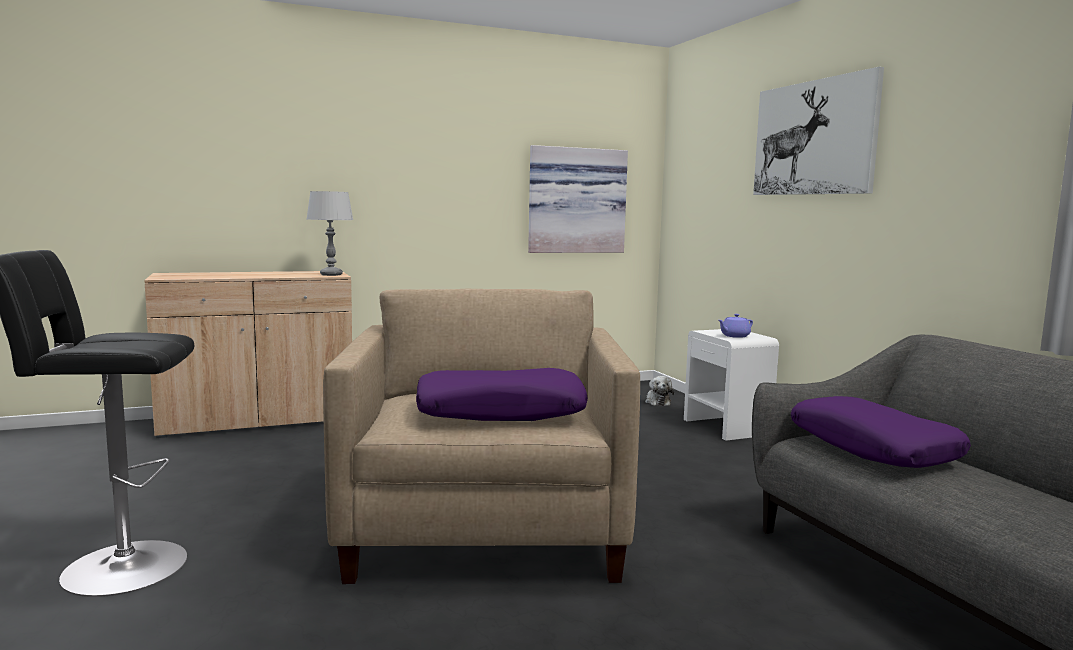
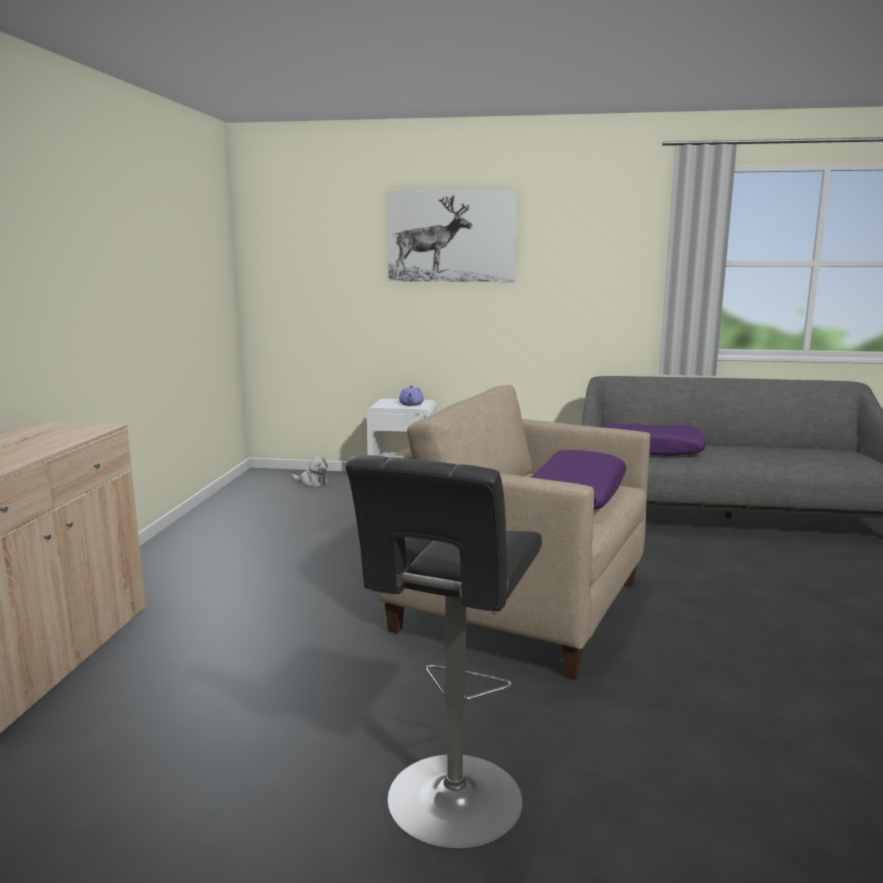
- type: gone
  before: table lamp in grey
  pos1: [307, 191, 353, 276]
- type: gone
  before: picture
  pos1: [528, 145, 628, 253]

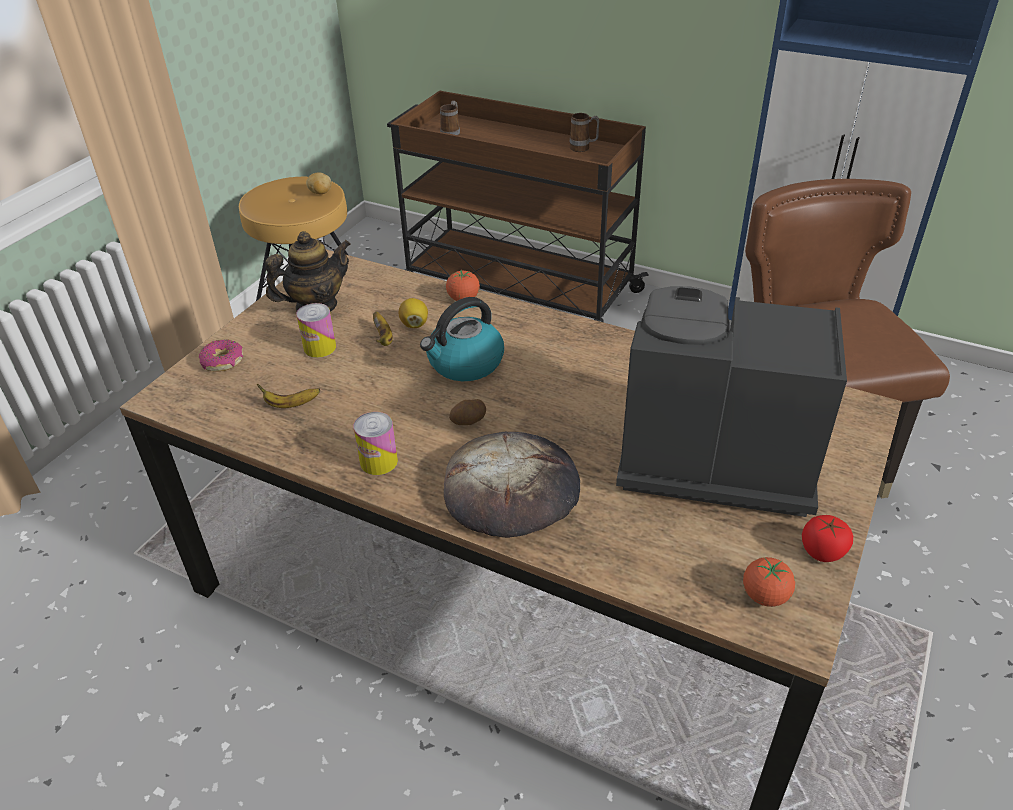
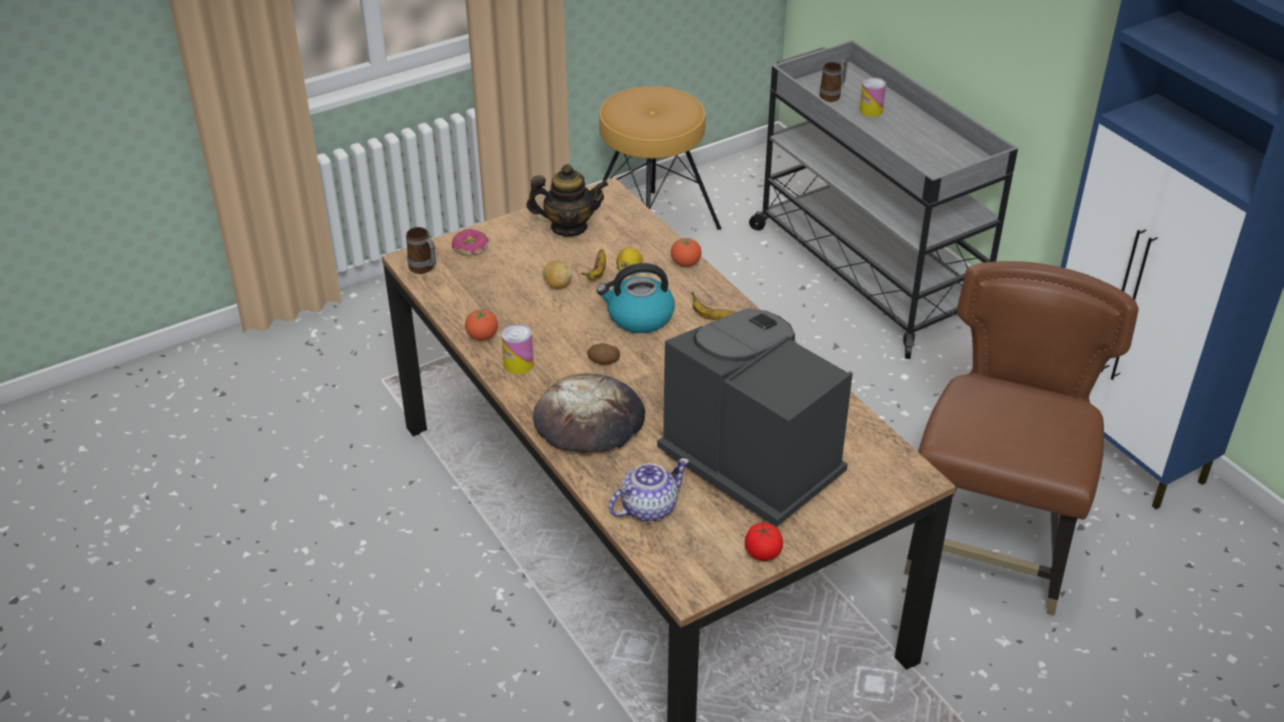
- type: new
  after: teapot
  pos2: [609, 458, 689, 522]
- type: shifted
  before: banana
  pos1: [257, 384, 320, 408]
  pos2: [692, 292, 736, 320]
- type: shifted
  before: can
  pos1: [296, 303, 336, 358]
  pos2: [859, 77, 886, 117]
- type: shifted
  before: potato
  pos1: [306, 172, 332, 194]
  pos2: [542, 260, 573, 289]
- type: shifted
  before: mug
  pos1: [570, 113, 600, 152]
  pos2: [406, 227, 436, 274]
- type: shifted
  before: tomato
  pos1: [743, 557, 795, 607]
  pos2: [465, 310, 498, 340]
- type: repainted
  before: cart in brown
  after: cart in grey
  pos1: [387, 91, 649, 323]
  pos2: [749, 40, 1018, 359]

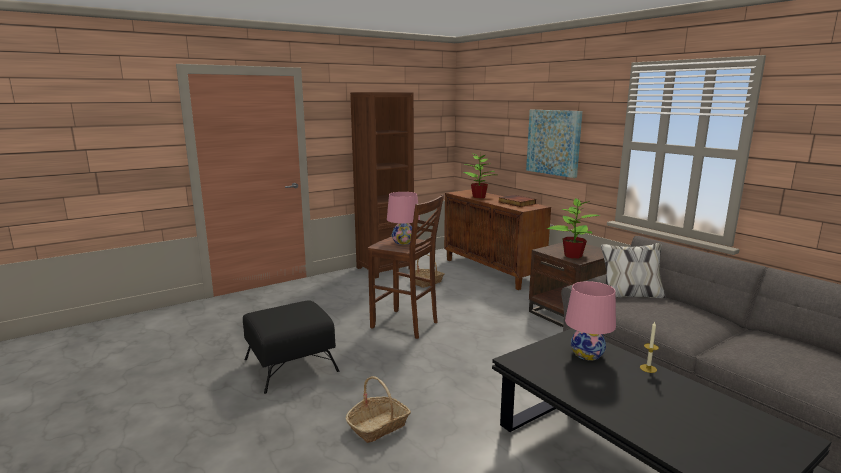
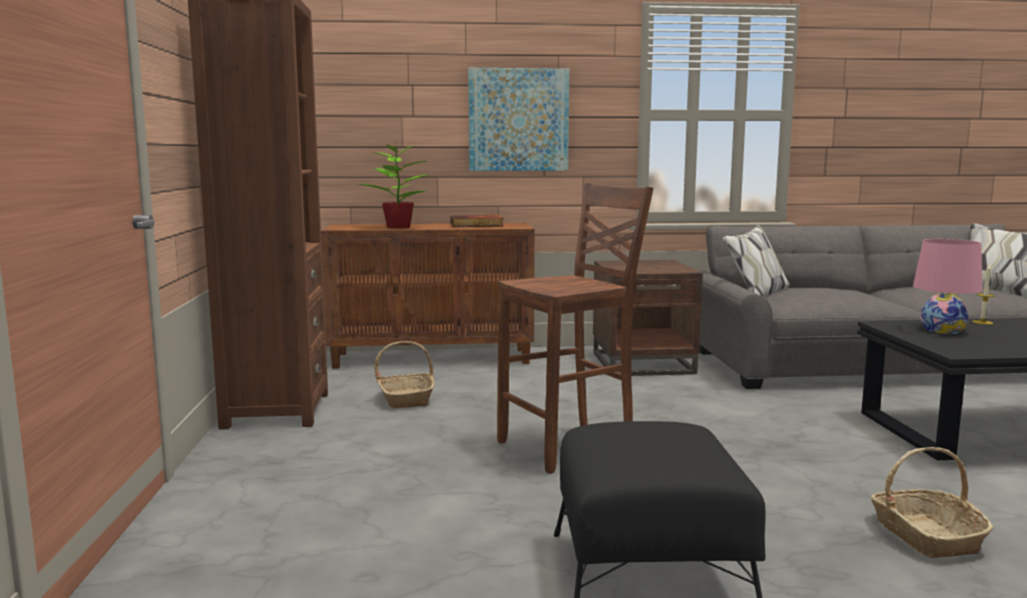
- type: gone
  before: table lamp in pink
  pos1: [387, 192, 420, 245]
- type: gone
  before: potted plant
  pos1: [547, 198, 600, 258]

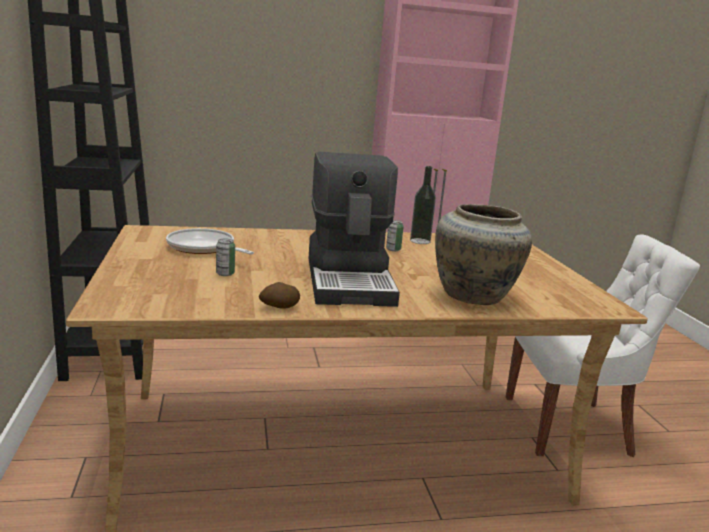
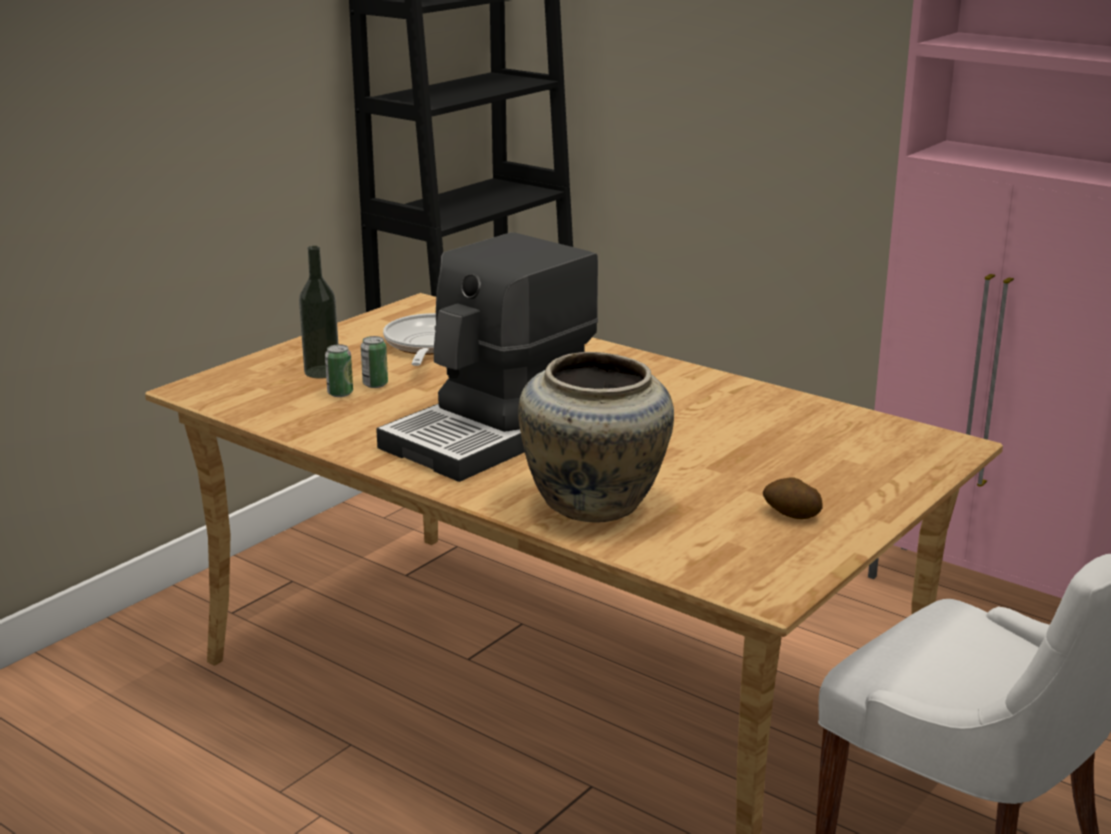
- type: shifted
  before: potato
  pos1: [259, 282, 300, 309]
  pos2: [763, 478, 822, 519]
- type: shifted
  before: can
  pos1: [386, 220, 404, 251]
  pos2: [325, 344, 353, 397]
- type: shifted
  before: bottle
  pos1: [410, 166, 436, 244]
  pos2: [299, 246, 338, 379]

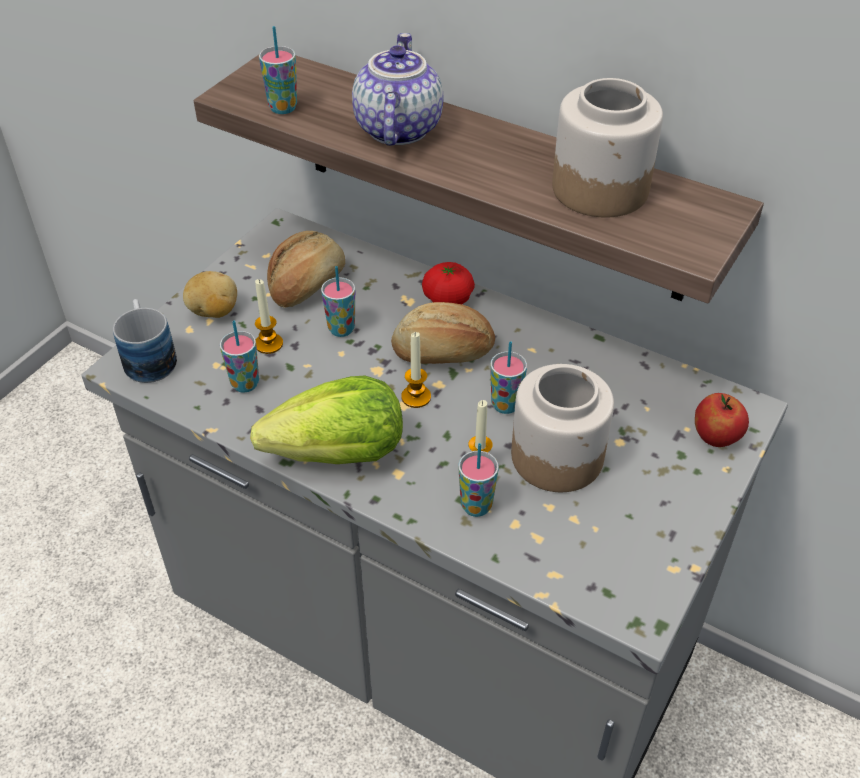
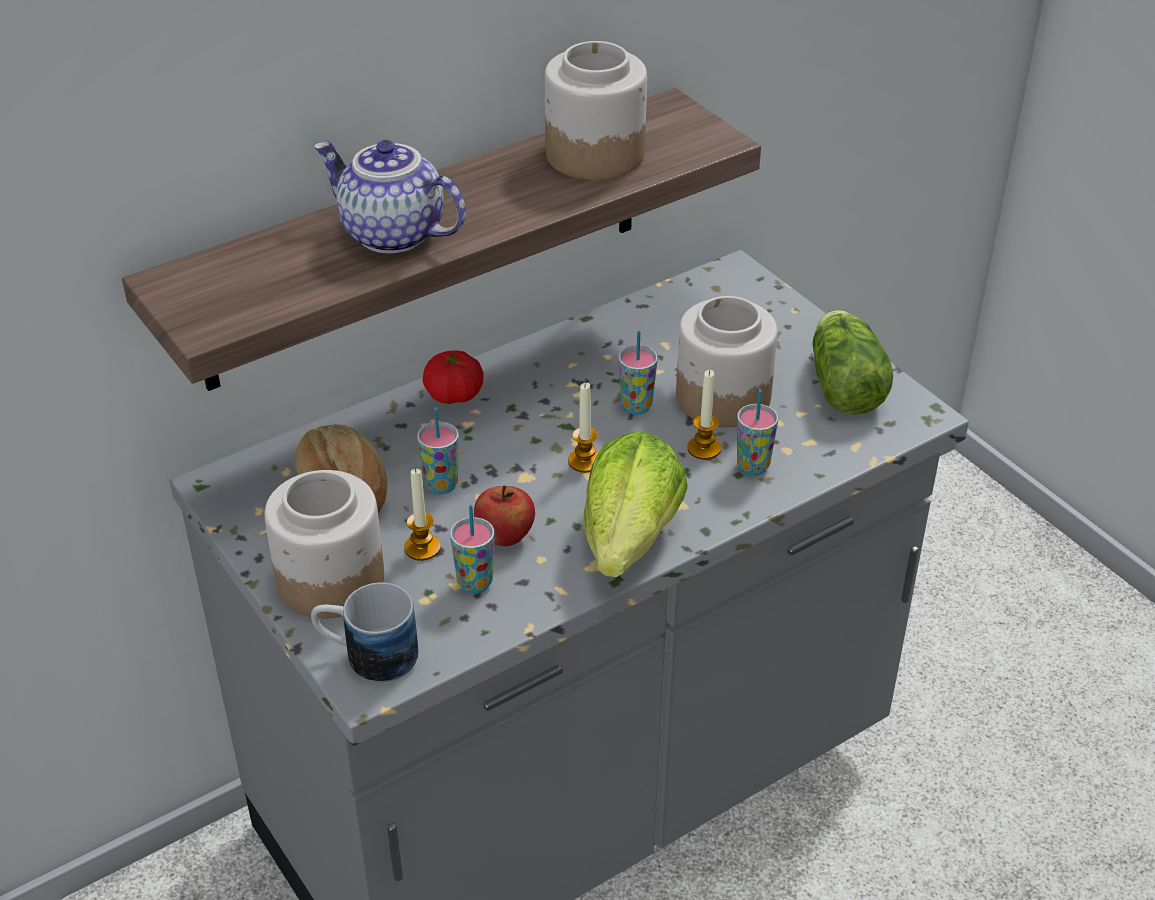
- type: gone
  before: cup
  pos1: [259, 26, 297, 114]
- type: gone
  before: bread
  pos1: [391, 302, 495, 364]
- type: new
  after: lettuce
  pos2: [813, 310, 893, 415]
- type: shifted
  before: apple
  pos1: [695, 393, 749, 447]
  pos2: [474, 485, 535, 546]
- type: swapped
  before: potato
  after: jar
  pos1: [183, 271, 237, 318]
  pos2: [264, 470, 384, 618]

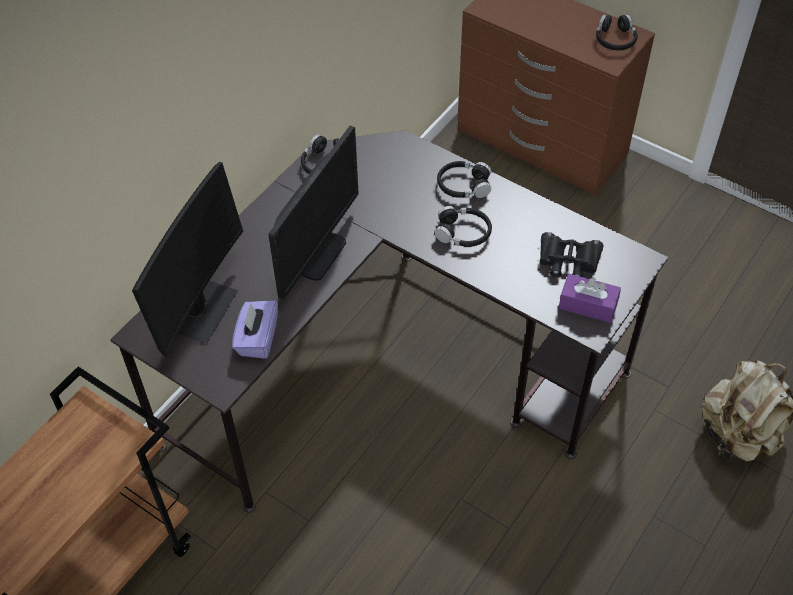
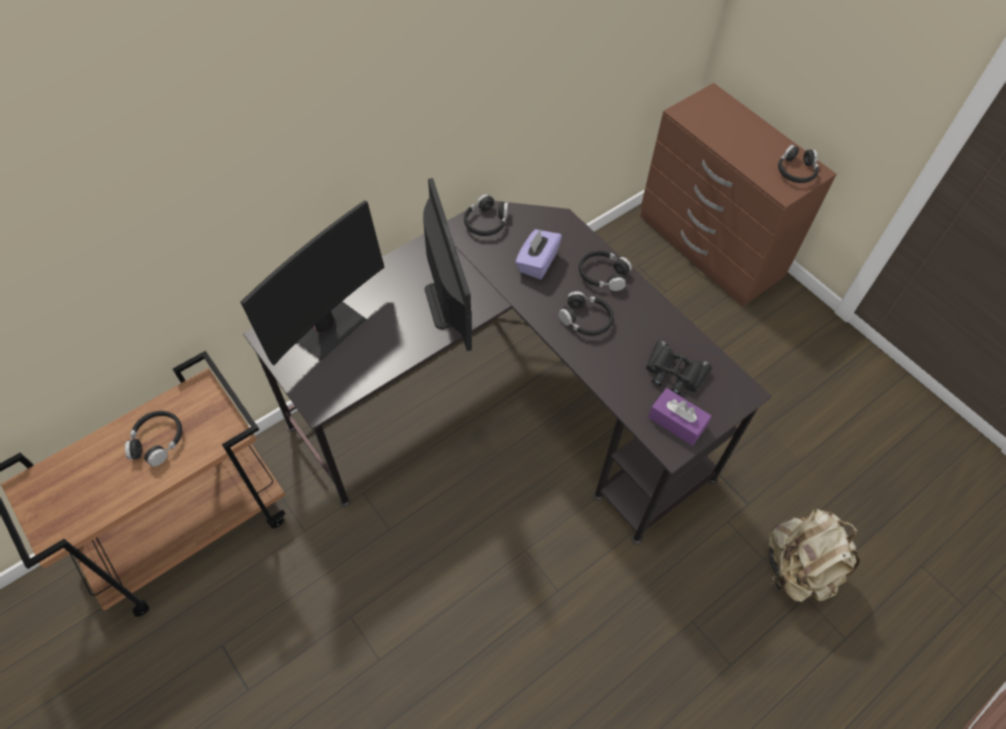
- type: new
  after: headphones in black
  pos2: [125, 411, 182, 467]
- type: shifted
  before: tissue box in purple
  pos1: [232, 300, 278, 359]
  pos2: [515, 229, 562, 279]
- type: rotated
  before: monitor
  pos1: [269, 126, 358, 300]
  pos2: [423, 178, 472, 351]
  turn: -60

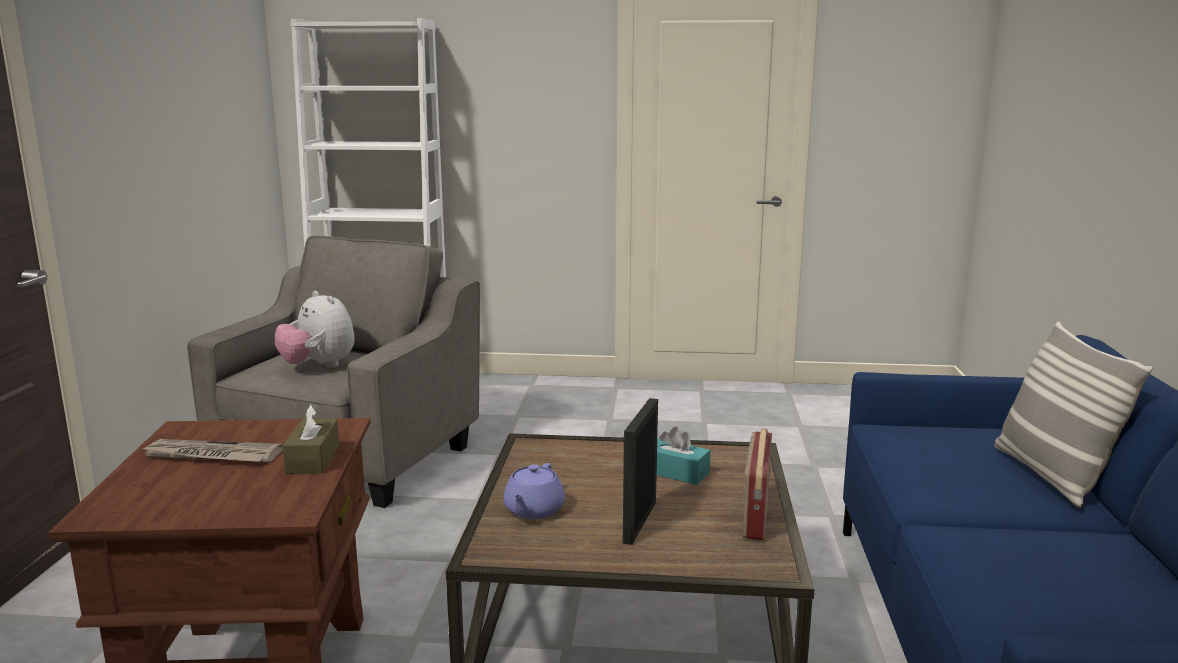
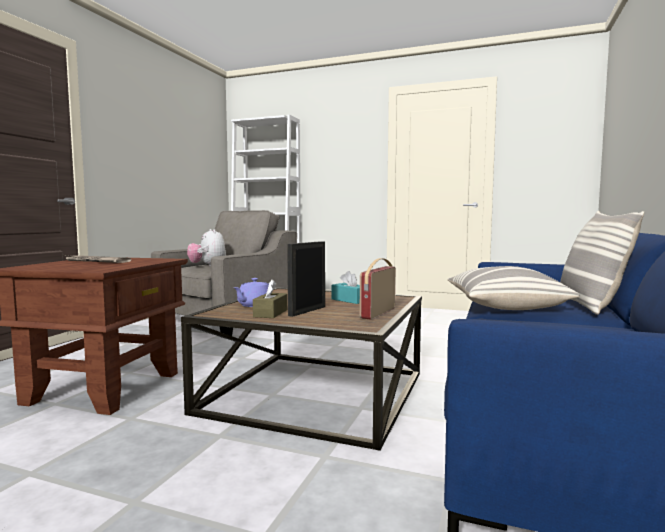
- type: new
  after: pillow
  pos2: [447, 266, 580, 310]
- type: shifted
  before: tissue box in brown
  pos1: [283, 404, 339, 474]
  pos2: [253, 279, 287, 318]

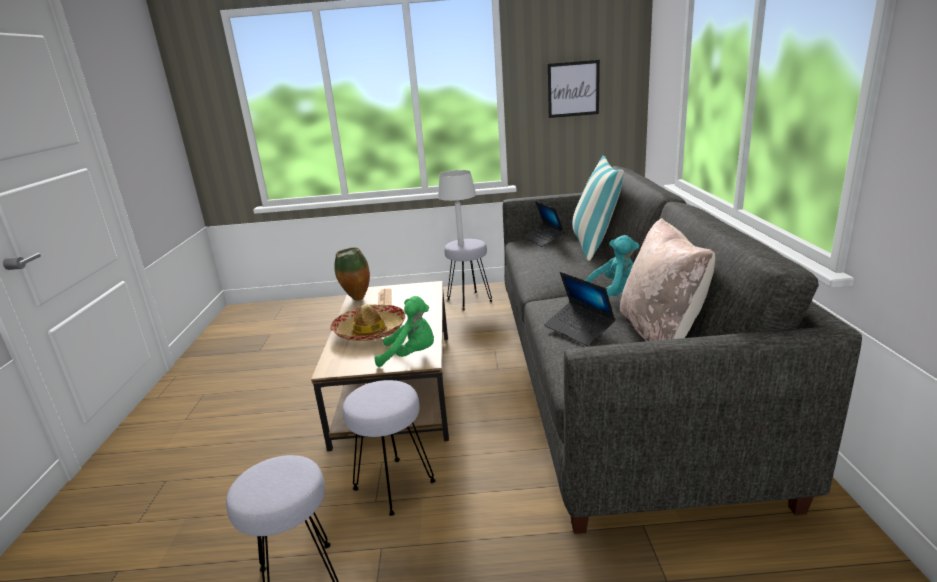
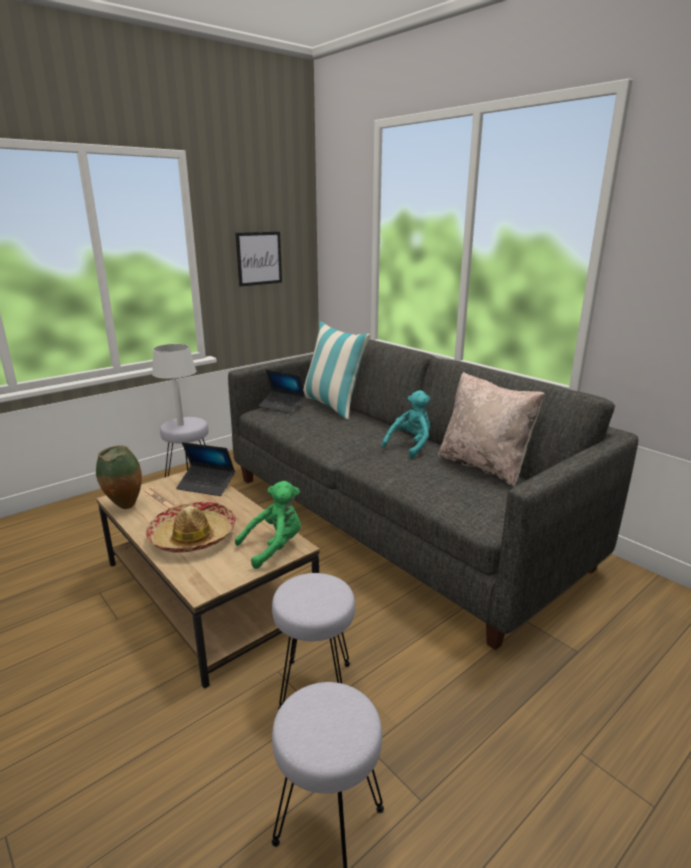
- type: shifted
  before: laptop
  pos1: [544, 272, 616, 346]
  pos2: [176, 442, 235, 496]

